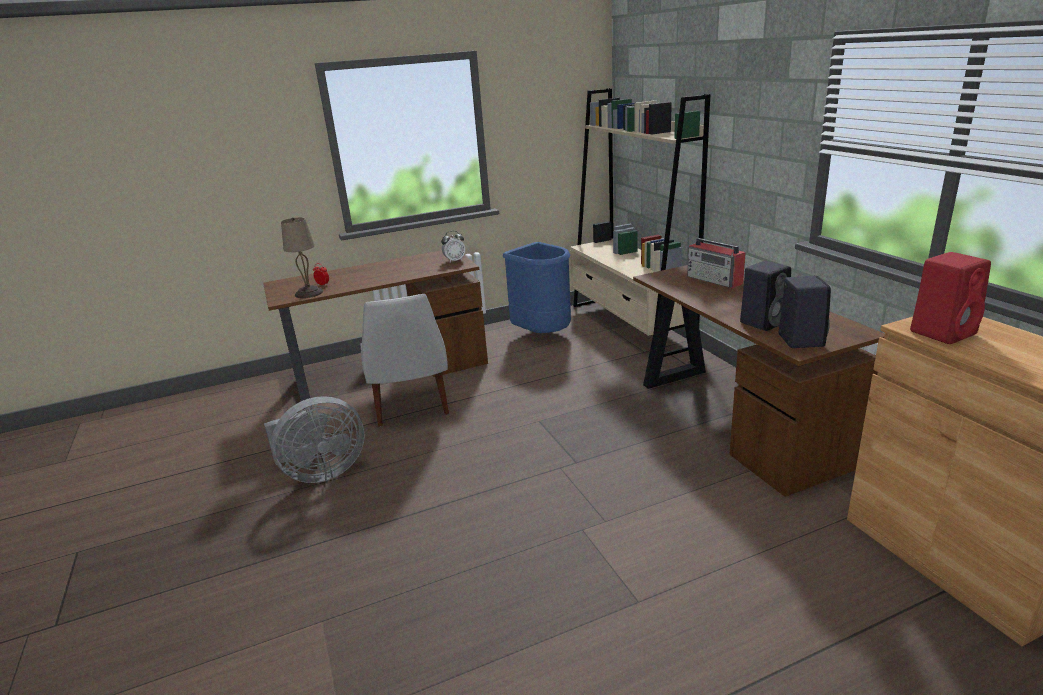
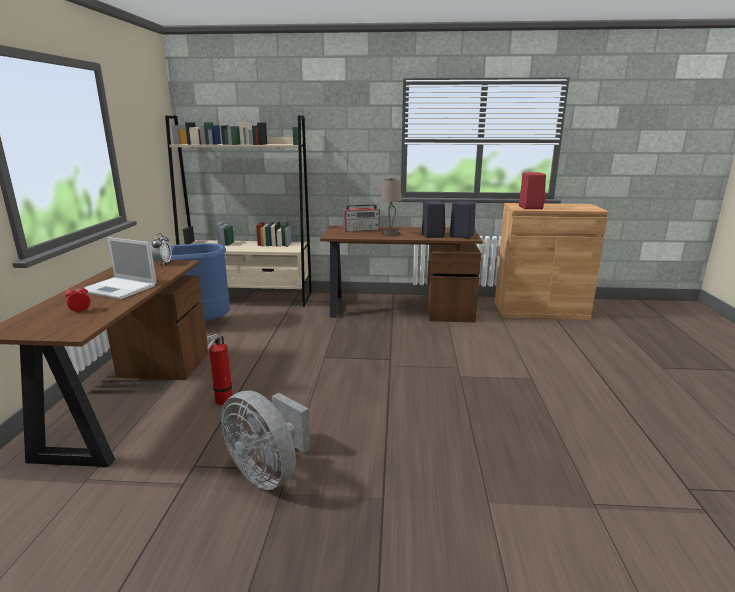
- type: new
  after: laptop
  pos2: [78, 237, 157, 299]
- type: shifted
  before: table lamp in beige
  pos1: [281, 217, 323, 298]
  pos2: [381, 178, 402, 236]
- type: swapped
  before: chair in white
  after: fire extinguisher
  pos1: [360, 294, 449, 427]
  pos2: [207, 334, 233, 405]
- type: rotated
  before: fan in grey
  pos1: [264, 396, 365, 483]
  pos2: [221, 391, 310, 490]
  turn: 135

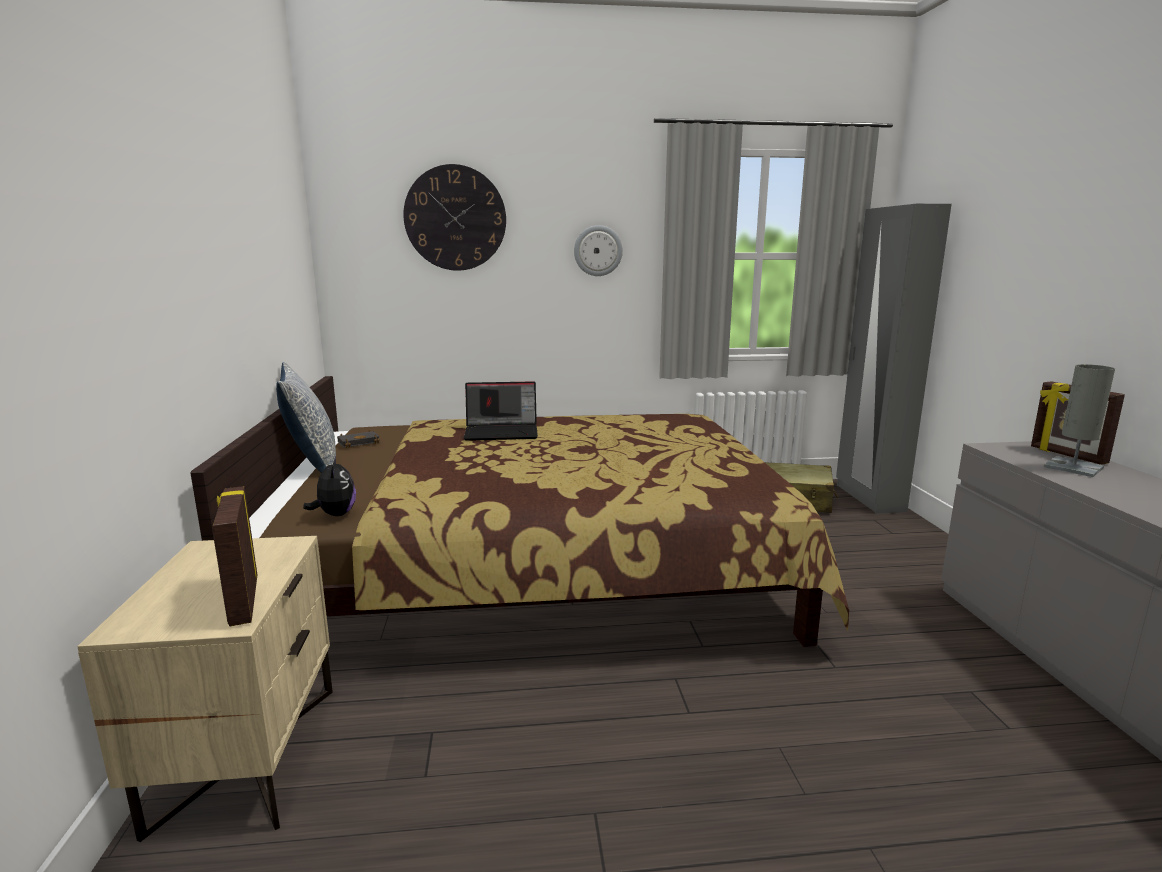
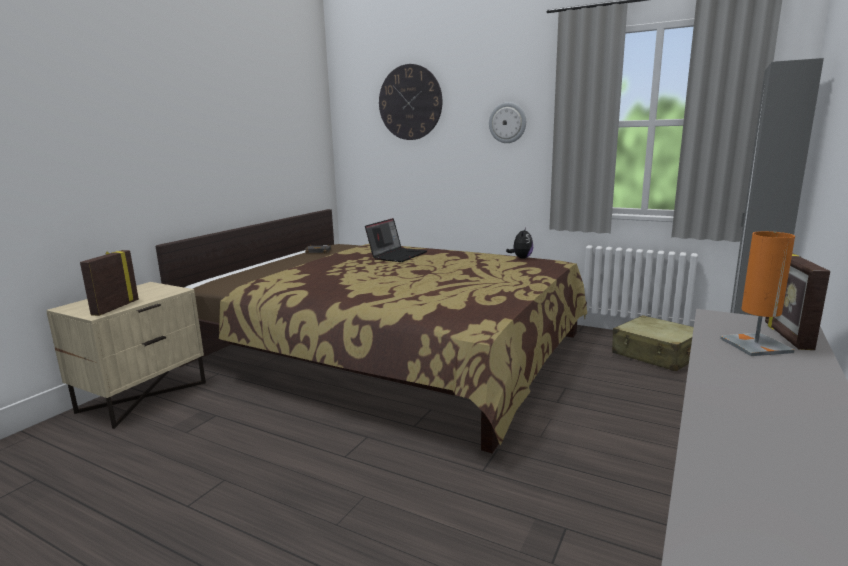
- type: gone
  before: pillow
  pos1: [276, 362, 336, 473]
- type: shifted
  before: plush toy
  pos1: [303, 456, 356, 516]
  pos2: [506, 228, 533, 259]
- type: repainted
  before: table lamp in grey
  after: table lamp in orange
  pos1: [1044, 364, 1115, 477]
  pos2: [720, 231, 795, 356]
- type: rotated
  before: laptop
  pos1: [464, 381, 538, 441]
  pos2: [365, 218, 427, 262]
  turn: -90

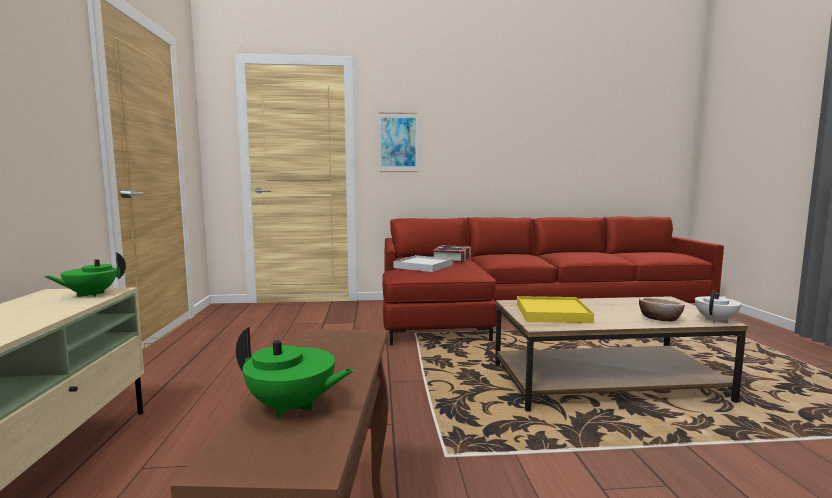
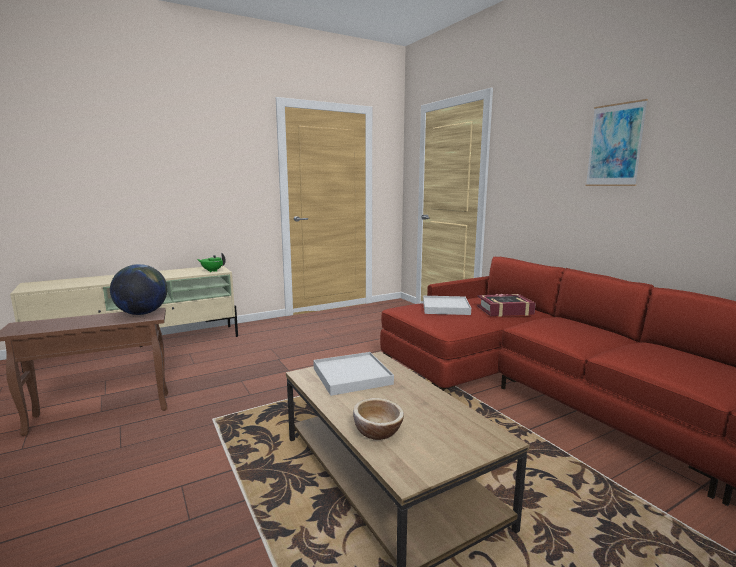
- type: gone
  before: teapot in green
  pos1: [236, 327, 354, 418]
- type: gone
  before: teapot in white
  pos1: [695, 291, 741, 323]
- type: new
  after: globe
  pos2: [110, 264, 167, 315]
- type: shifted
  before: picture
  pos1: [379, 112, 417, 172]
  pos2: [586, 99, 648, 186]
- type: repainted
  before: tray in yellow
  after: tray in white
  pos1: [517, 296, 594, 323]
  pos2: [313, 352, 394, 396]

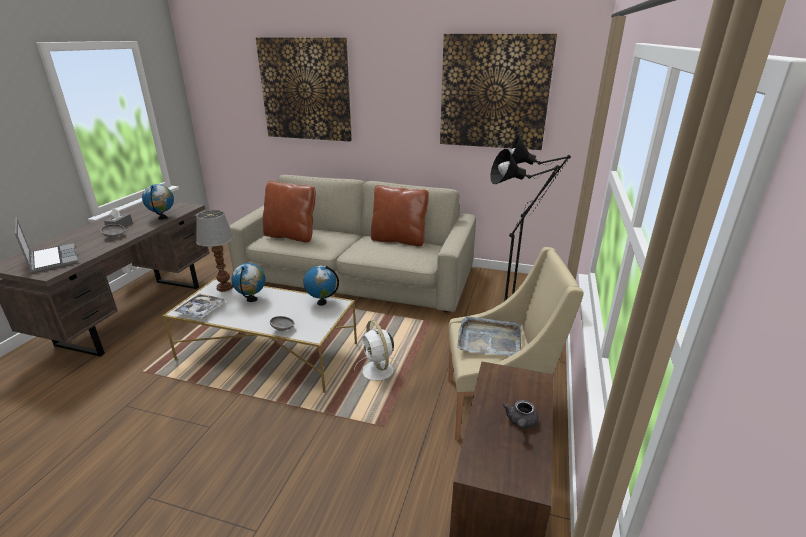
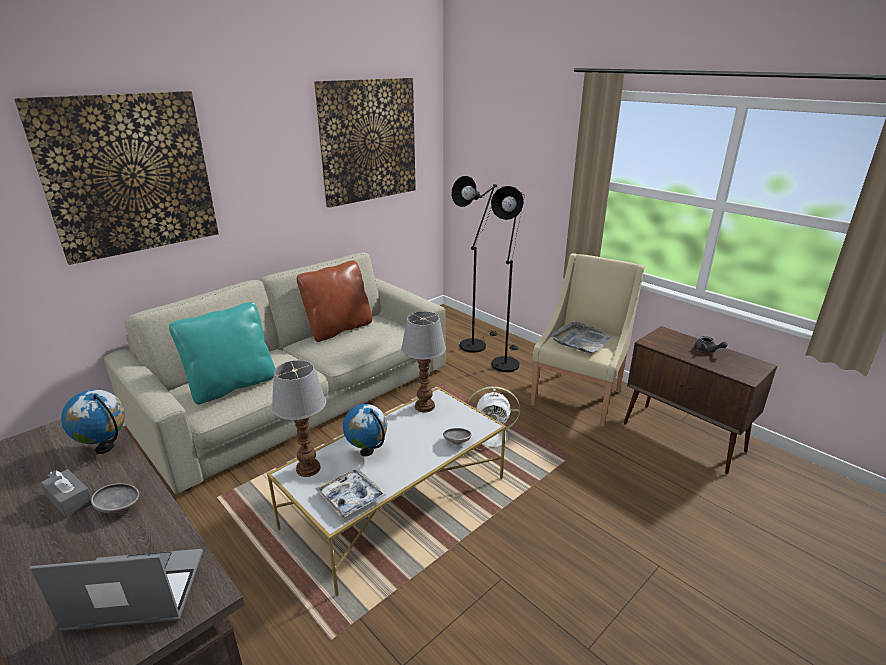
- type: swapped
  before: globe
  after: table lamp
  pos1: [303, 266, 339, 306]
  pos2: [401, 311, 446, 412]
- type: repainted
  before: pillow in brown
  after: pillow in turquoise
  pos1: [263, 181, 316, 243]
  pos2: [169, 302, 275, 405]

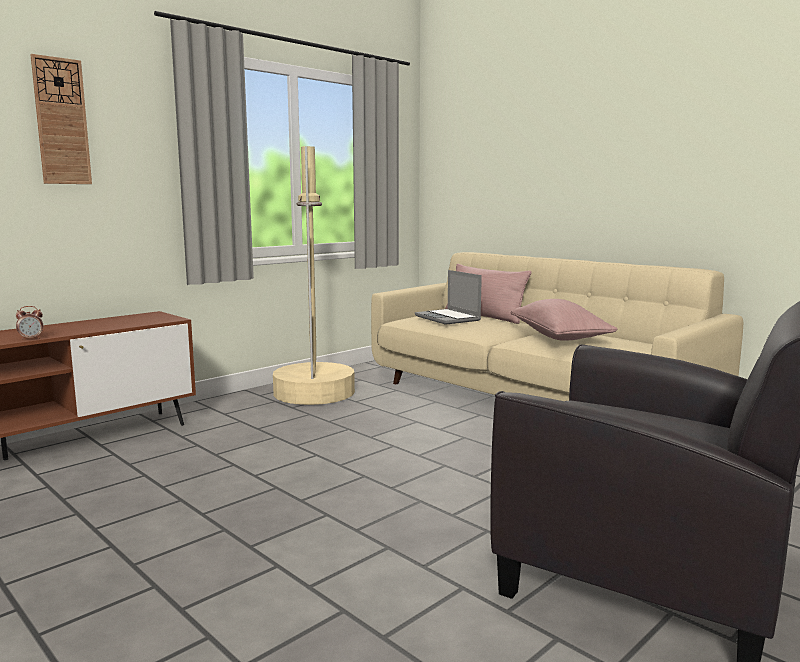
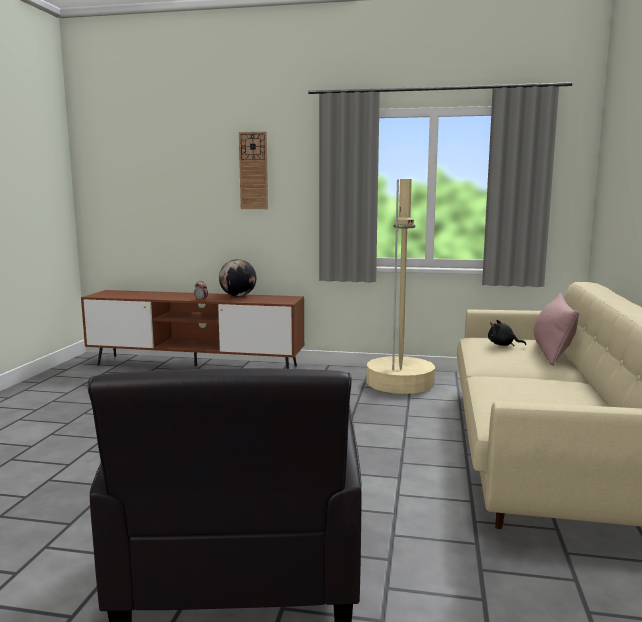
- type: gone
  before: pillow in pink
  pos1: [510, 299, 617, 340]
- type: new
  after: globe
  pos2: [219, 259, 256, 297]
- type: swapped
  before: laptop
  after: plush toy in black
  pos1: [415, 270, 482, 325]
  pos2: [488, 320, 526, 346]

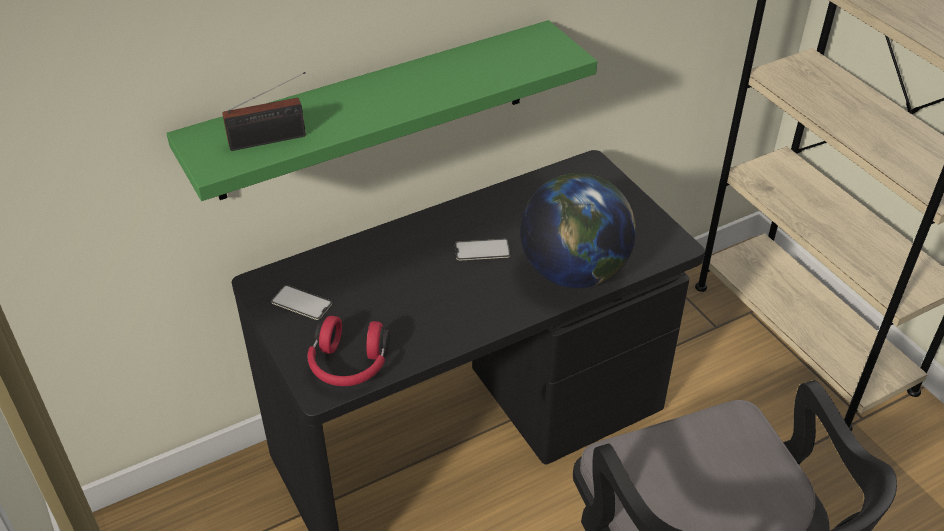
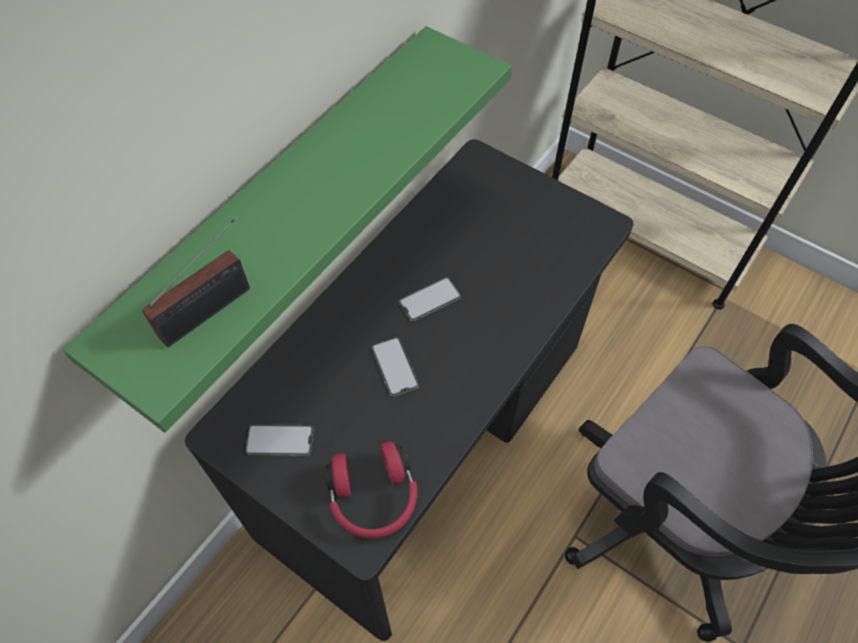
- type: gone
  before: globe
  pos1: [520, 173, 636, 288]
- type: new
  after: phone
  pos2: [371, 337, 419, 396]

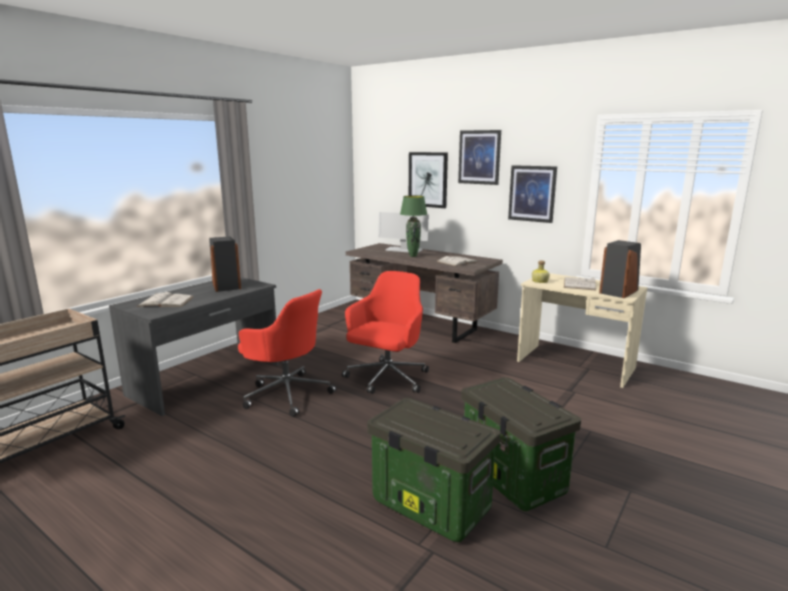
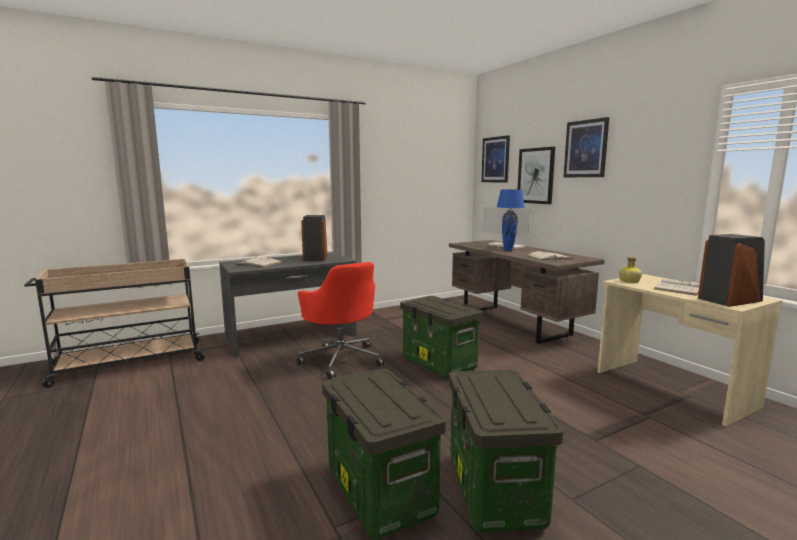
- type: shifted
  before: picture
  pos1: [508, 165, 557, 223]
  pos2: [481, 135, 510, 182]
- type: swapped
  before: office chair in red
  after: storage box
  pos1: [342, 271, 429, 394]
  pos2: [400, 296, 483, 378]
- type: repainted
  before: table lamp in green
  after: table lamp in blue
  pos1: [400, 195, 427, 257]
  pos2: [497, 189, 525, 251]

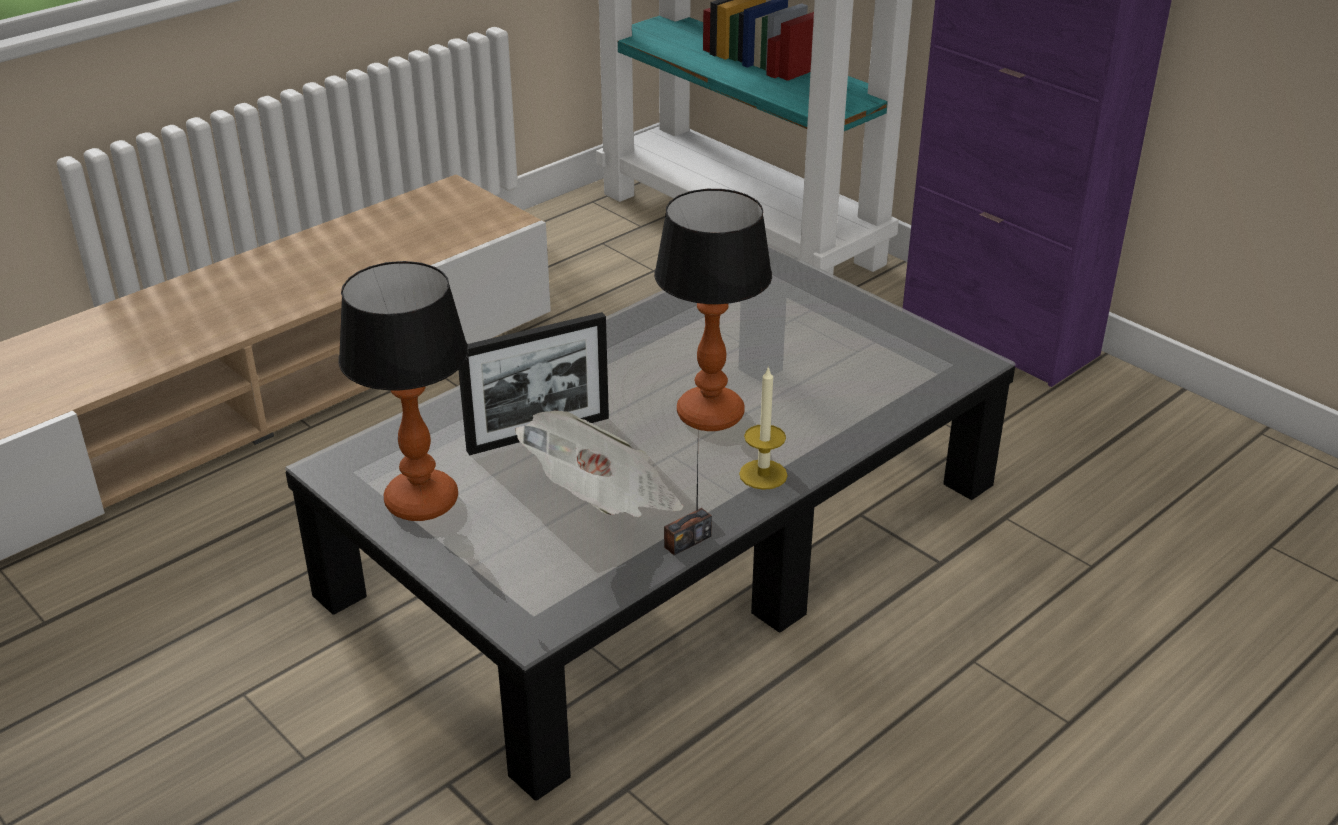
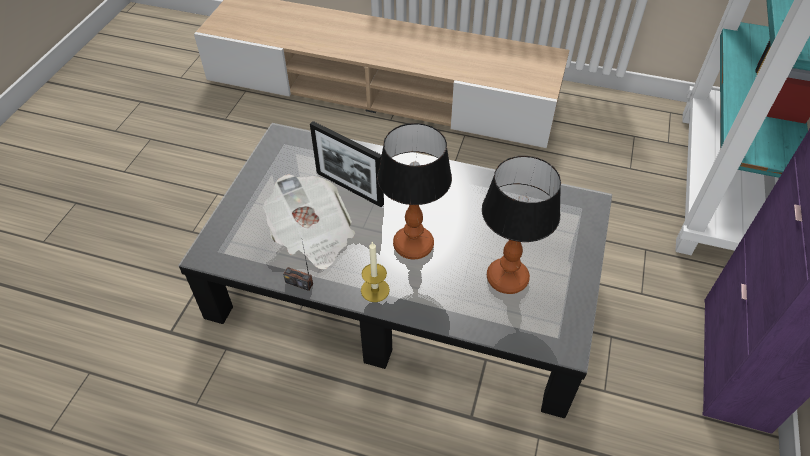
- type: shifted
  before: table lamp
  pos1: [338, 261, 469, 521]
  pos2: [482, 156, 561, 294]

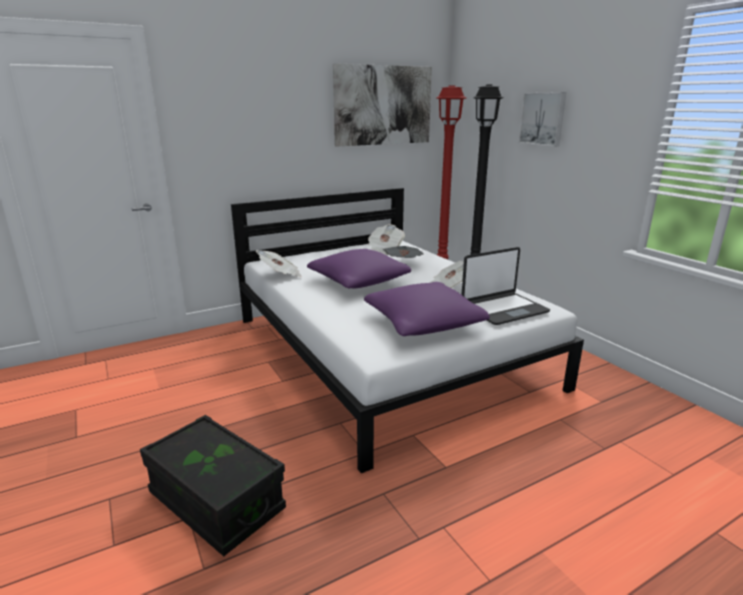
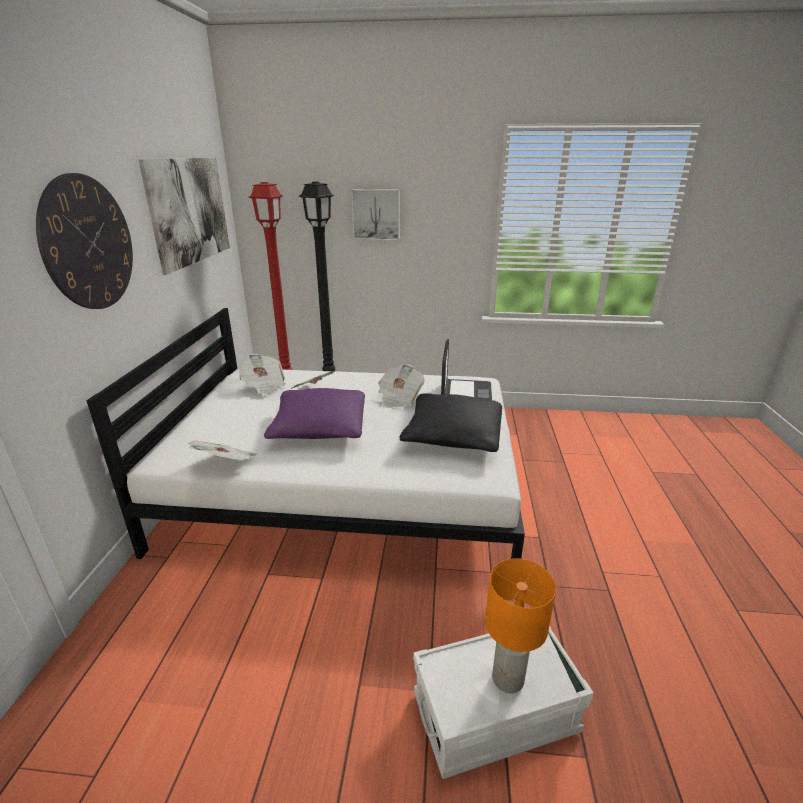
- type: new
  after: wall clock
  pos2: [36, 173, 133, 309]
- type: new
  after: table lamp in orange
  pos2: [485, 558, 556, 693]
- type: repainted
  before: storage box in black
  after: storage box in white
  pos1: [140, 415, 286, 556]
  pos2: [413, 626, 594, 779]
- type: repainted
  before: pillow in purple
  after: pillow in black
  pos1: [364, 282, 490, 336]
  pos2: [399, 393, 502, 452]

